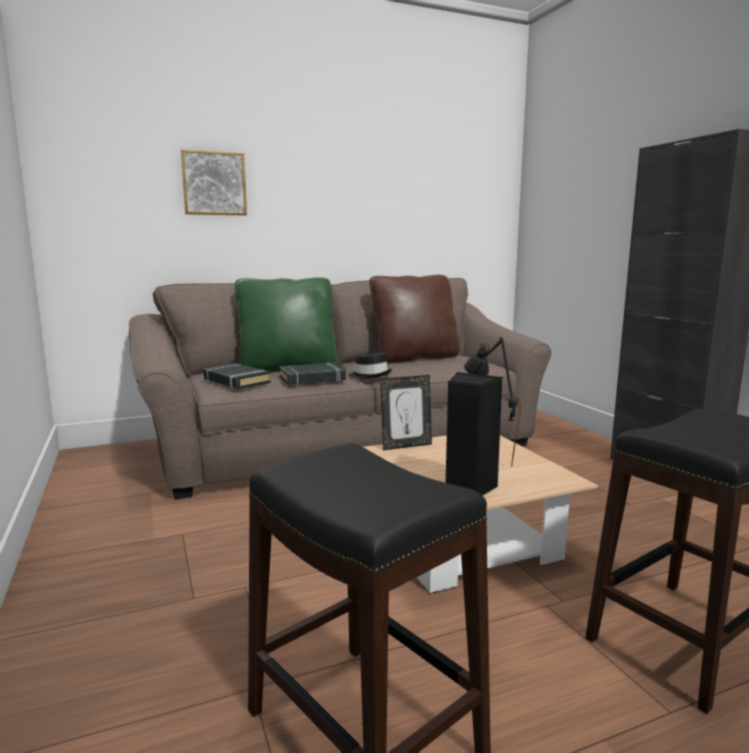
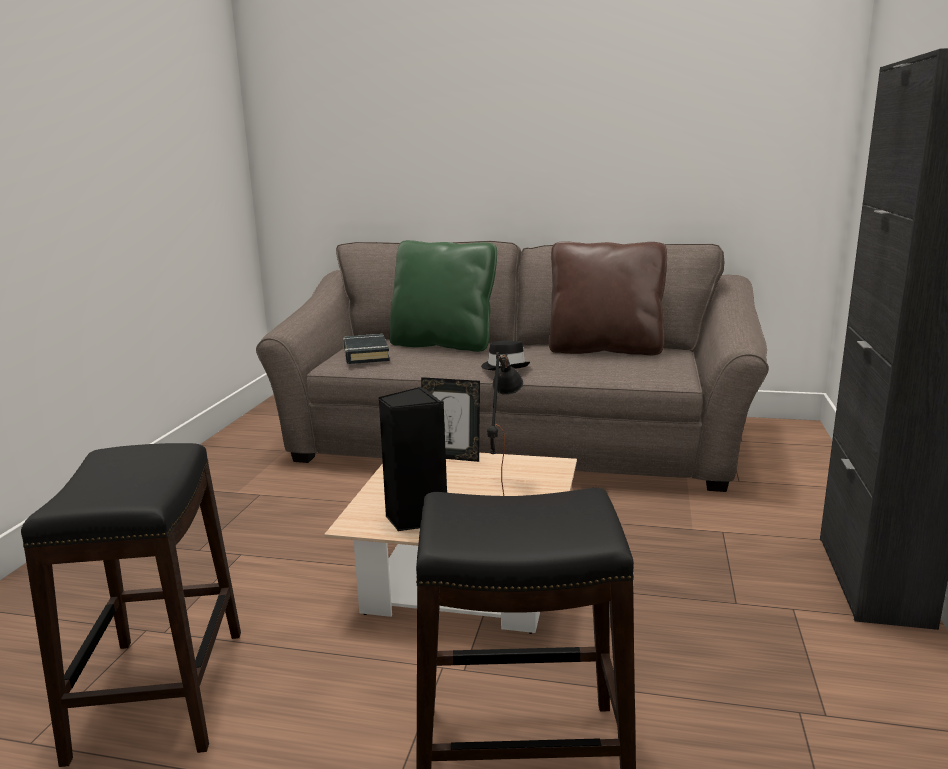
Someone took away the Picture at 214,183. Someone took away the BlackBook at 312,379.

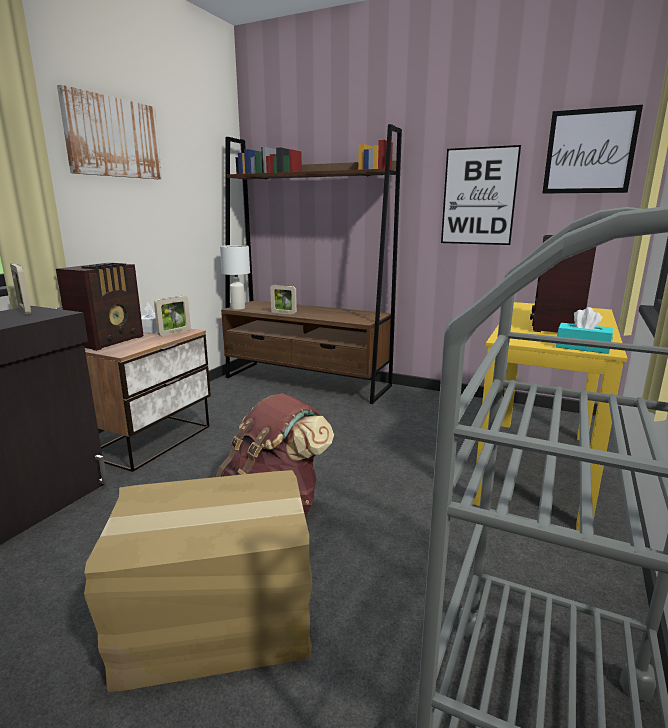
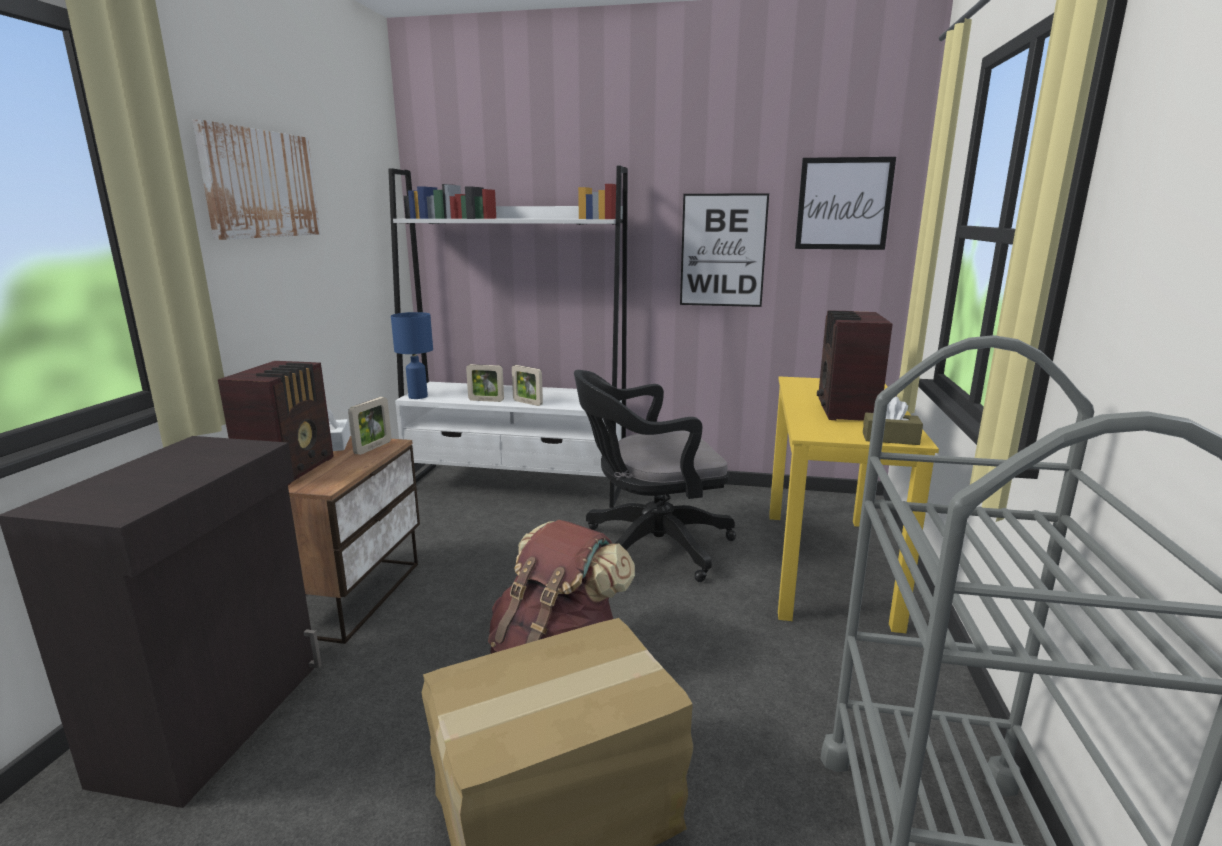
Someone repainted the BrownBookcase at 307,382, which became the WhiteBookcase at 517,485. Someone repainted the WhiteTableLamp at 238,308, which became the BlueTableLamp at 418,396. Someone carried the PictureFrame from 25,311 to 527,403. Someone repainted the TurquoiseTissueBox at 582,347, which became the BrownTissueBox at 890,439. Someone put down the BlackOfficeChair at 649,546.

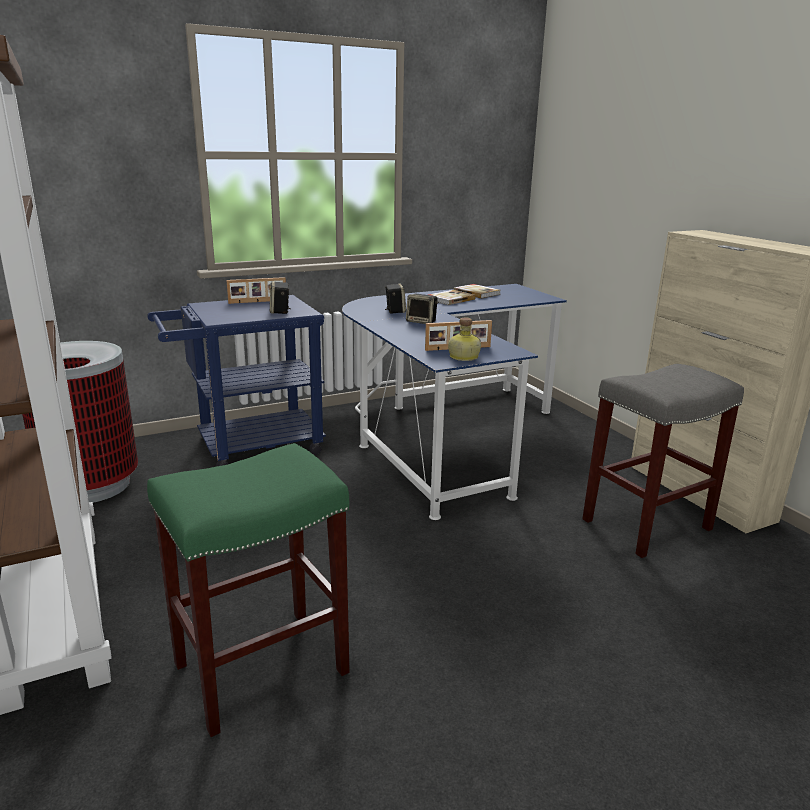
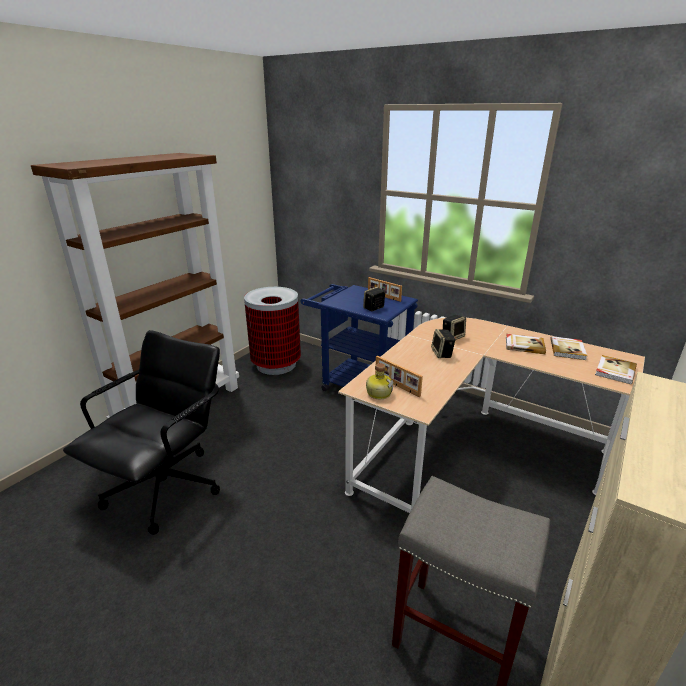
Someone repainted the BlueDesk at 443,435, which became the BeigeDesk at 469,450. Someone swapped the GreenStool at 263,666 for the BlackOfficeChair at 166,488. Someone put down the Book at 614,371.

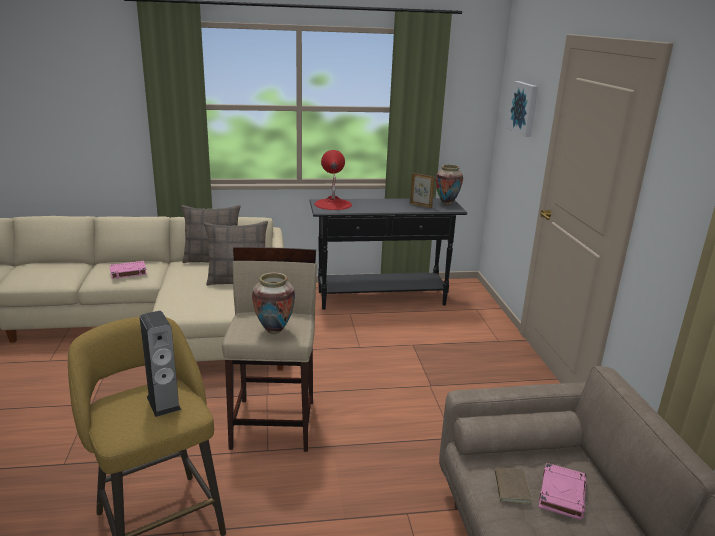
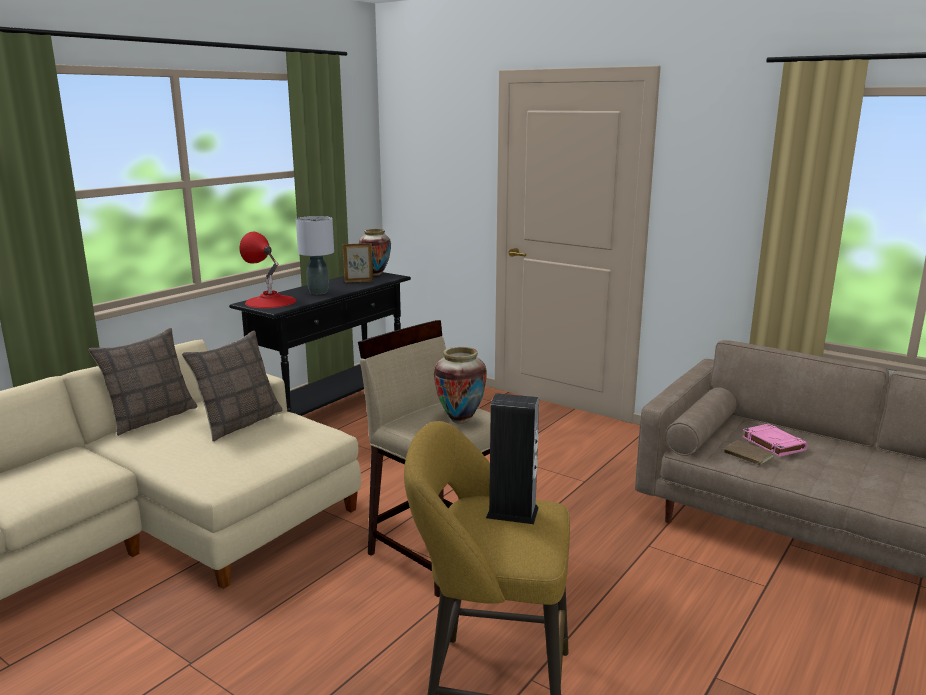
Someone took away the Picture at 524,108. Someone took away the PinkBook at 127,272. Someone put down the GreyTableLamp at 318,292.

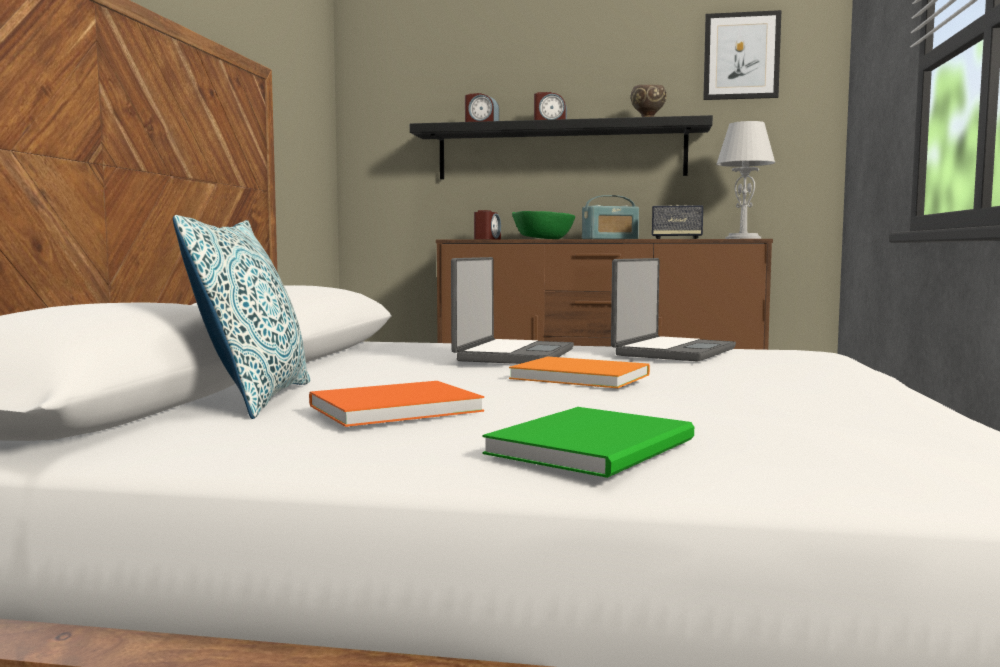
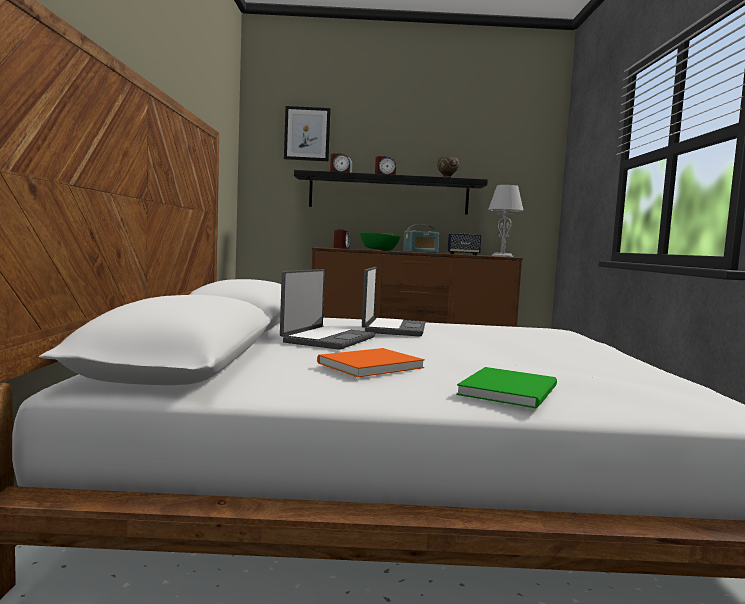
Someone carried the Picture from 741,56 to 307,134. Someone took away the Pillow at 255,398. Someone carried the Laptop from 672,351 to 327,339. Someone took away the OrangeBook at 578,376.

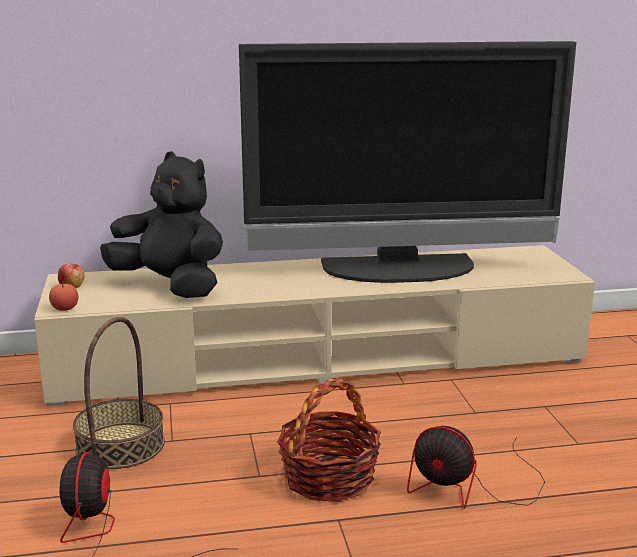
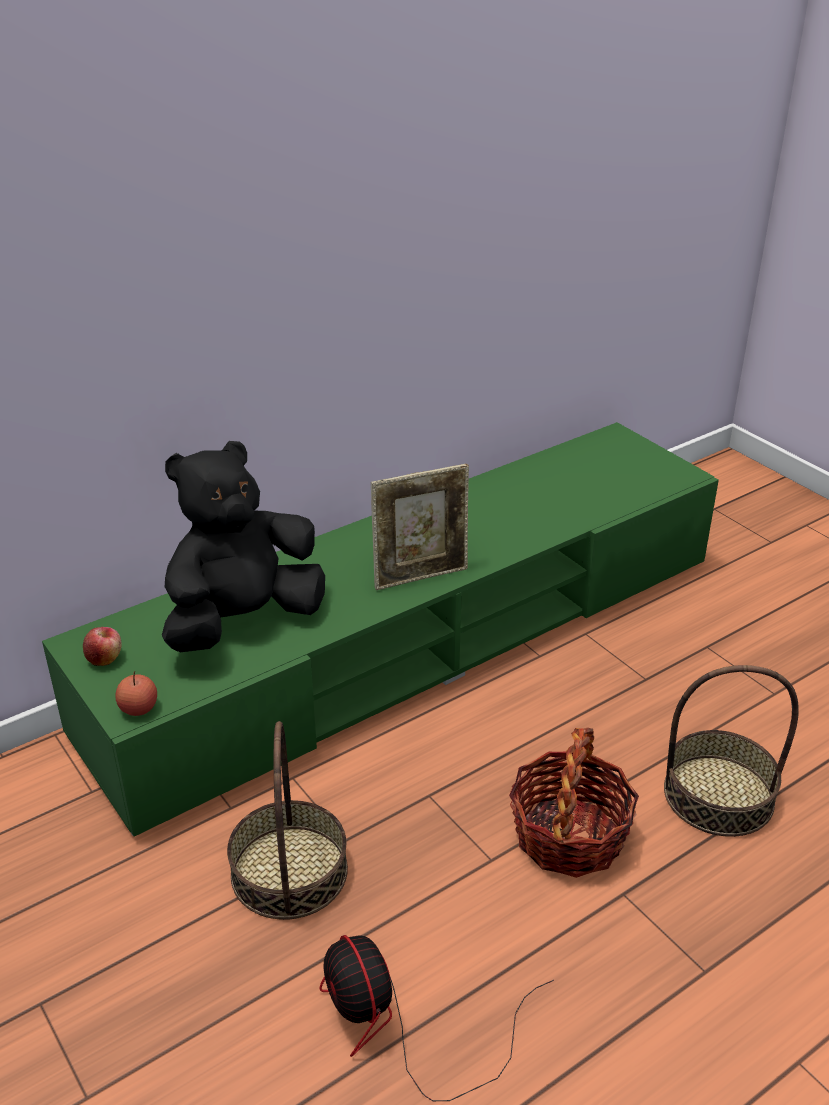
Someone took away the Television at 399,270. Someone rotated the BlackPlushToy at 171,286 by 45 degrees counterclockwise. Someone repainted the BeigeTvStand at 319,359, which became the GreenTvStand at 415,643. Someone swapped the Fan at 470,487 for the Basket at 718,795. Someone put down the PictureFrame at 421,576.

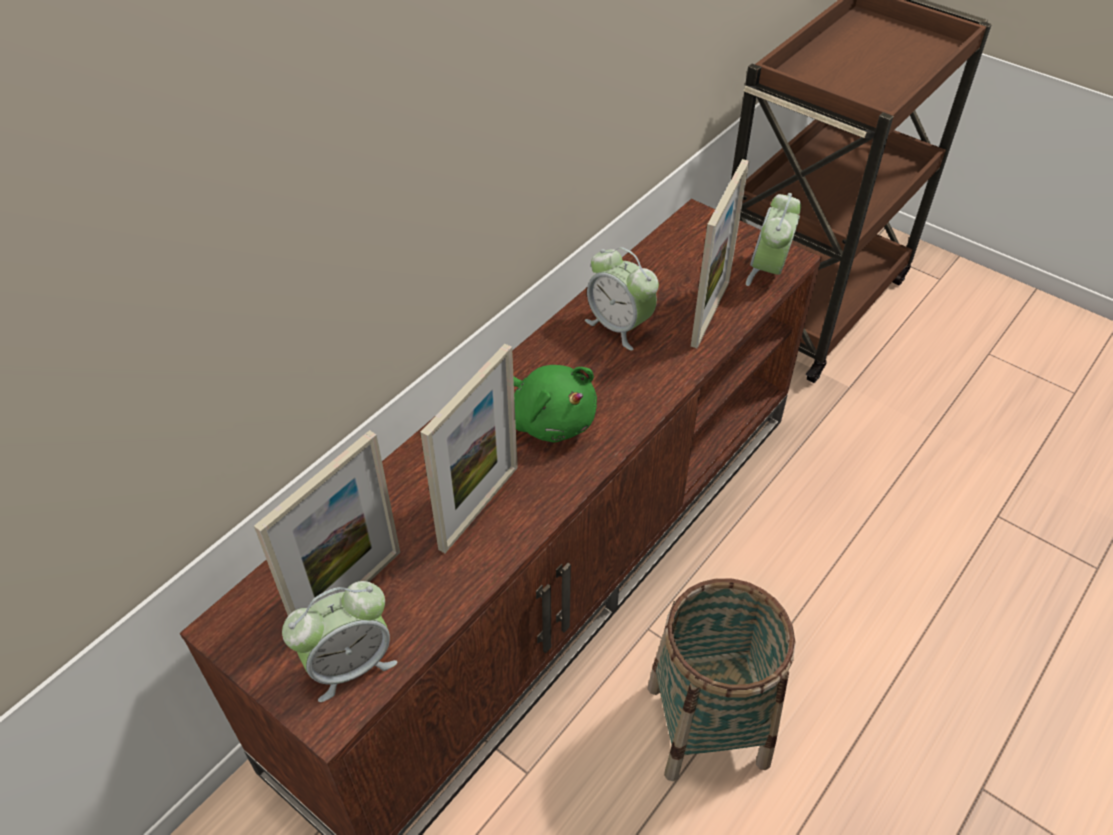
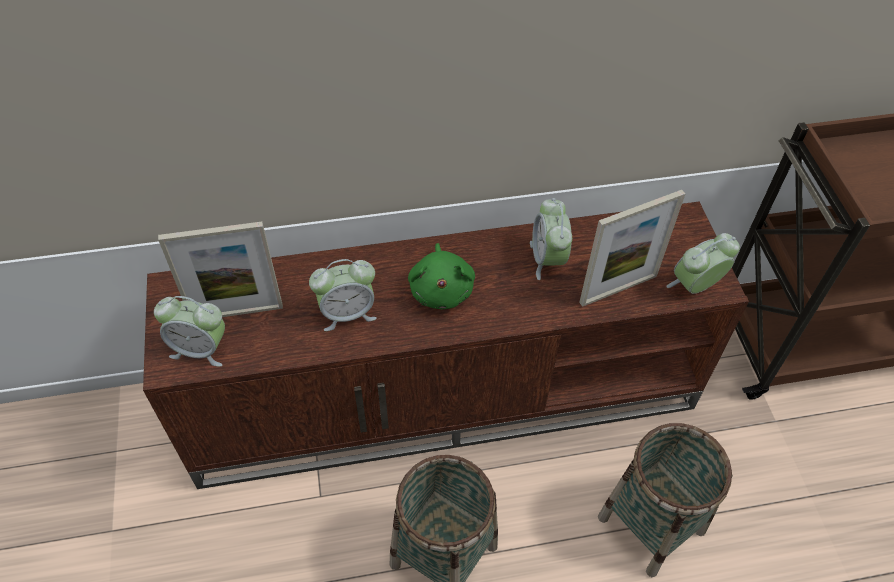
Someone swapped the PictureFrame at 479,507 for the AlarmClock at 347,313. Someone put down the Basket at 651,524.

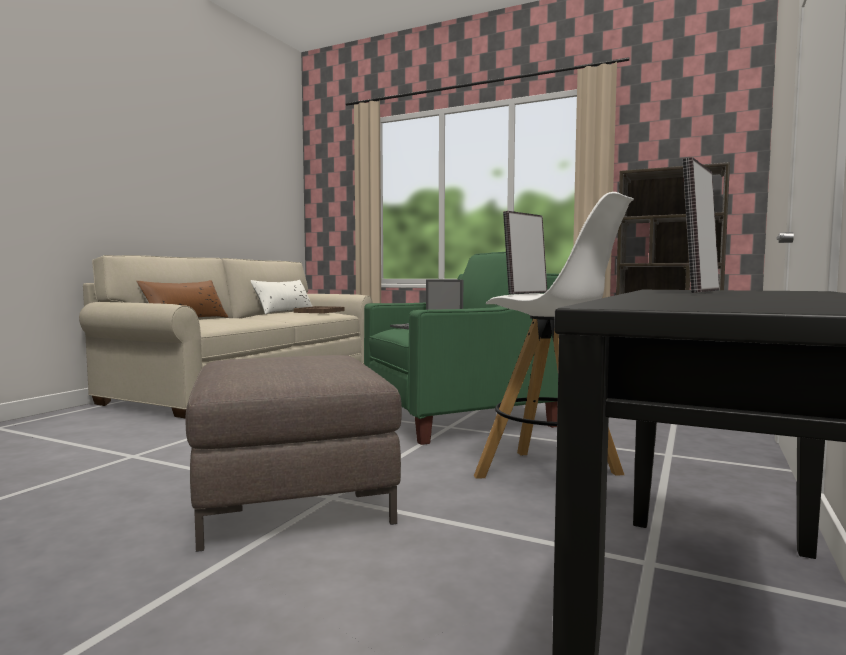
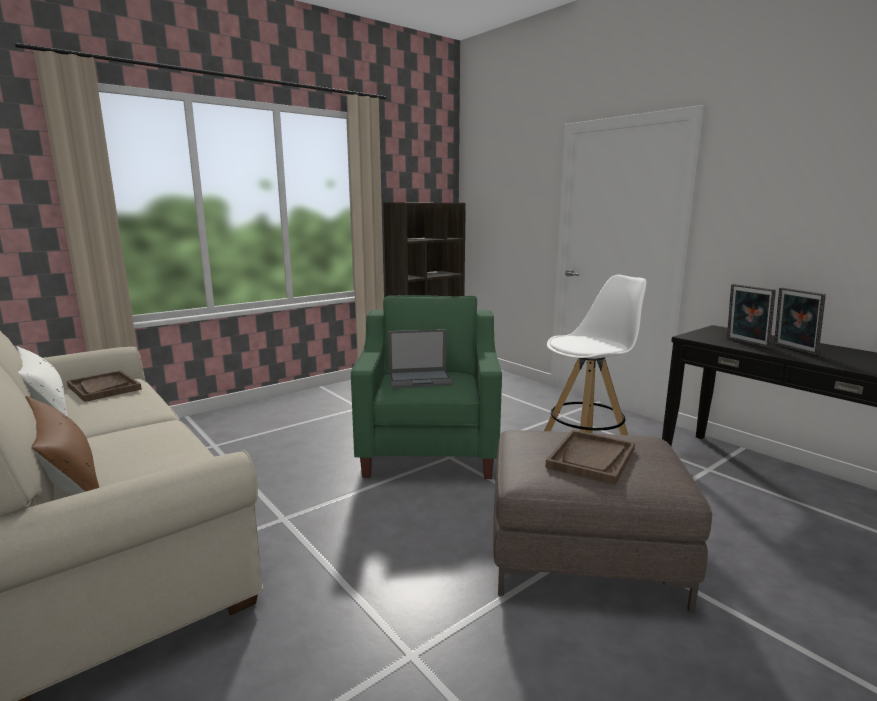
Someone carried the PictureFrame from 525,293 to 793,349. Someone put down the BrownTray at 591,458.

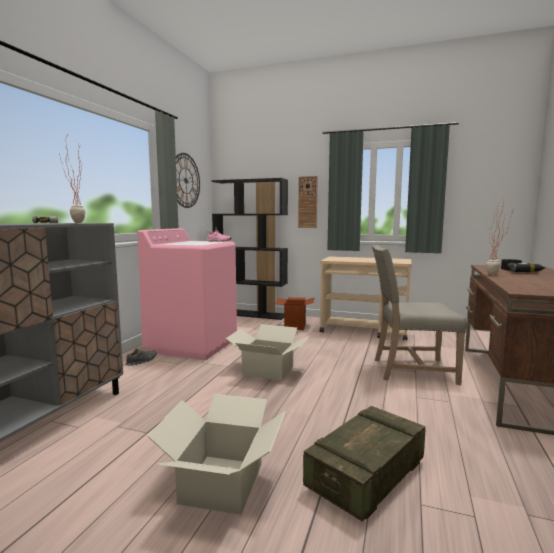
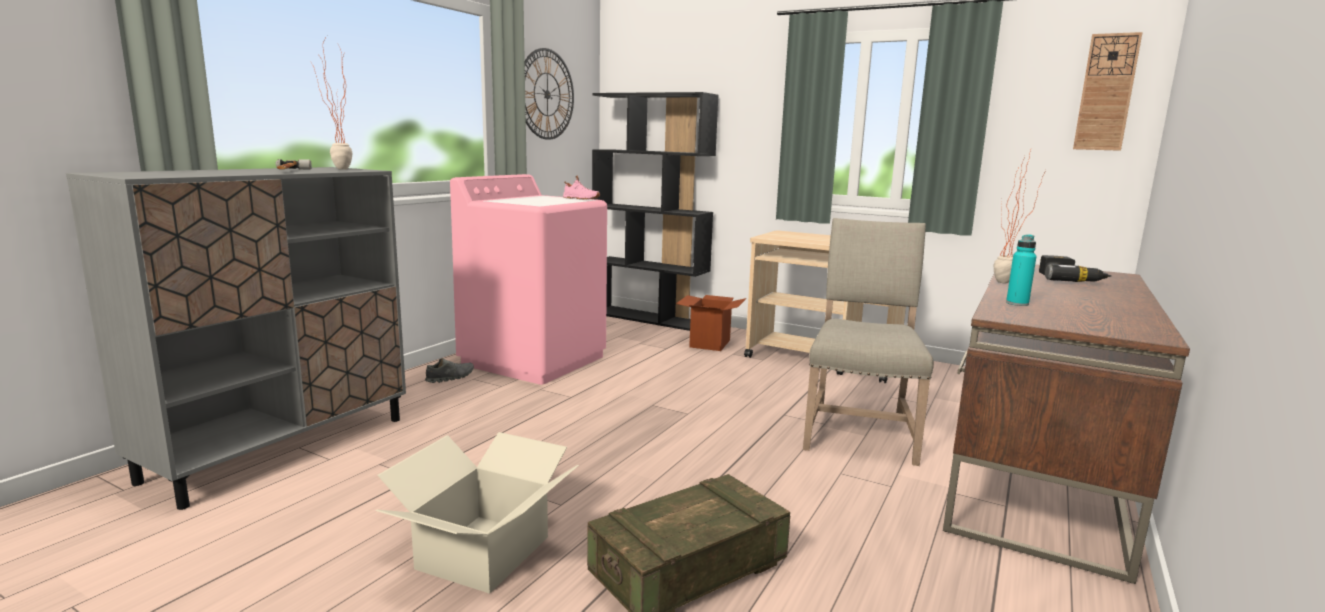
Someone carried the WallClock from 307,202 to 1106,92. Someone rotated the BeigeChair at 410,370 by 90 degrees clockwise. Someone took away the CardboardBox at 268,370. Someone put down the TurquoiseBottle at 1017,303.

